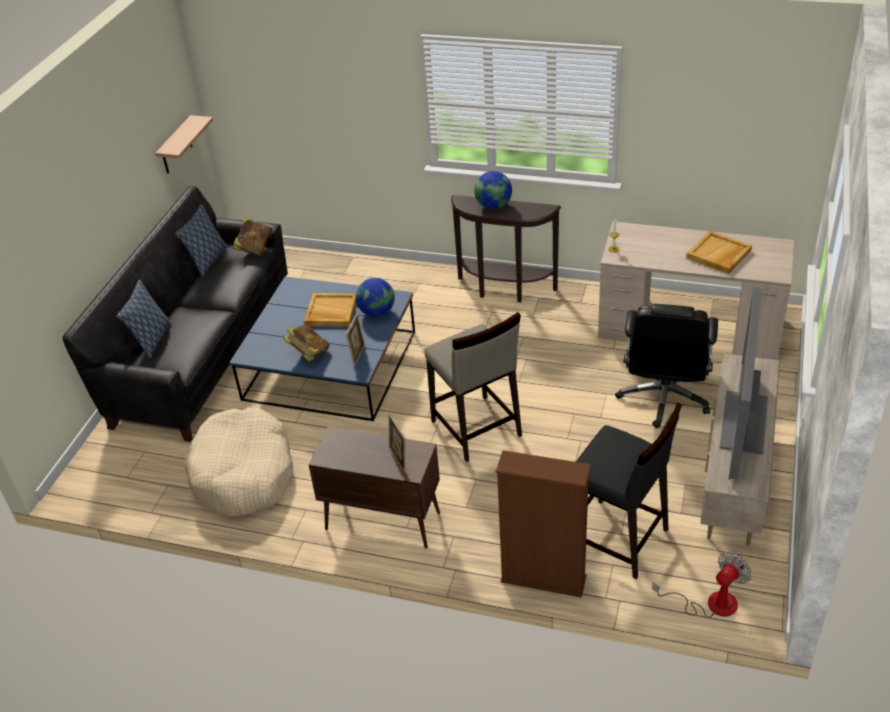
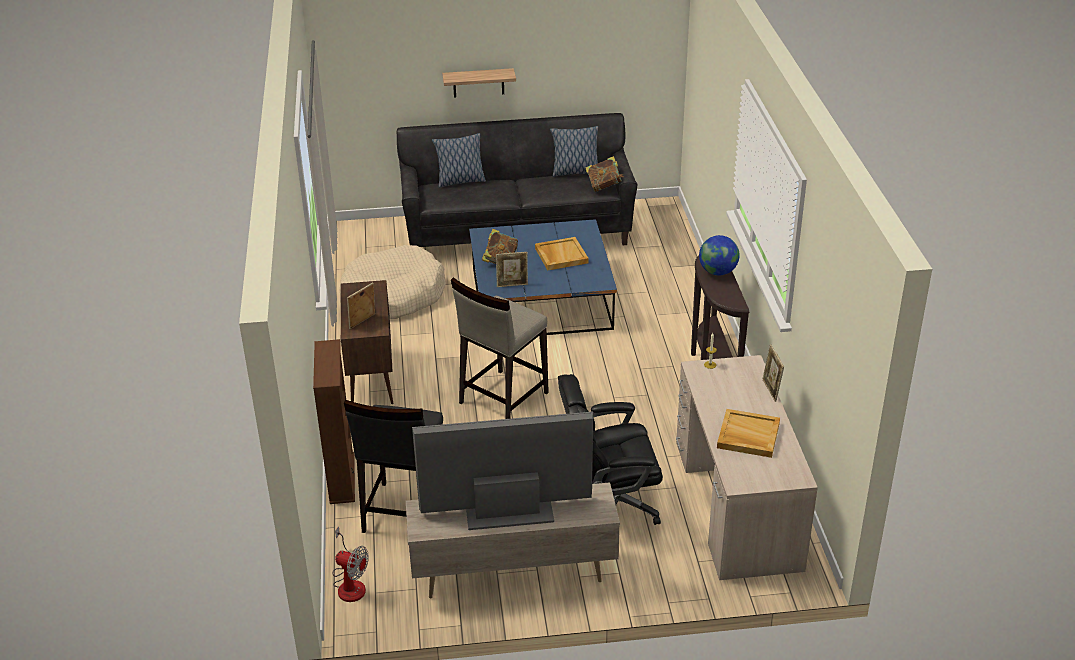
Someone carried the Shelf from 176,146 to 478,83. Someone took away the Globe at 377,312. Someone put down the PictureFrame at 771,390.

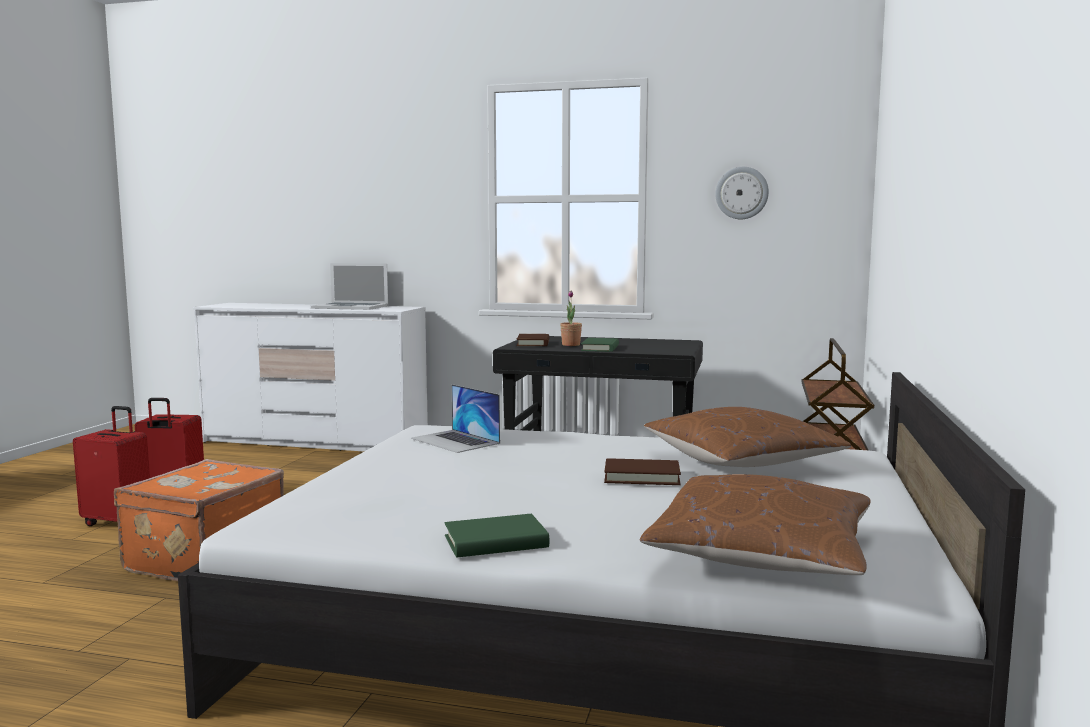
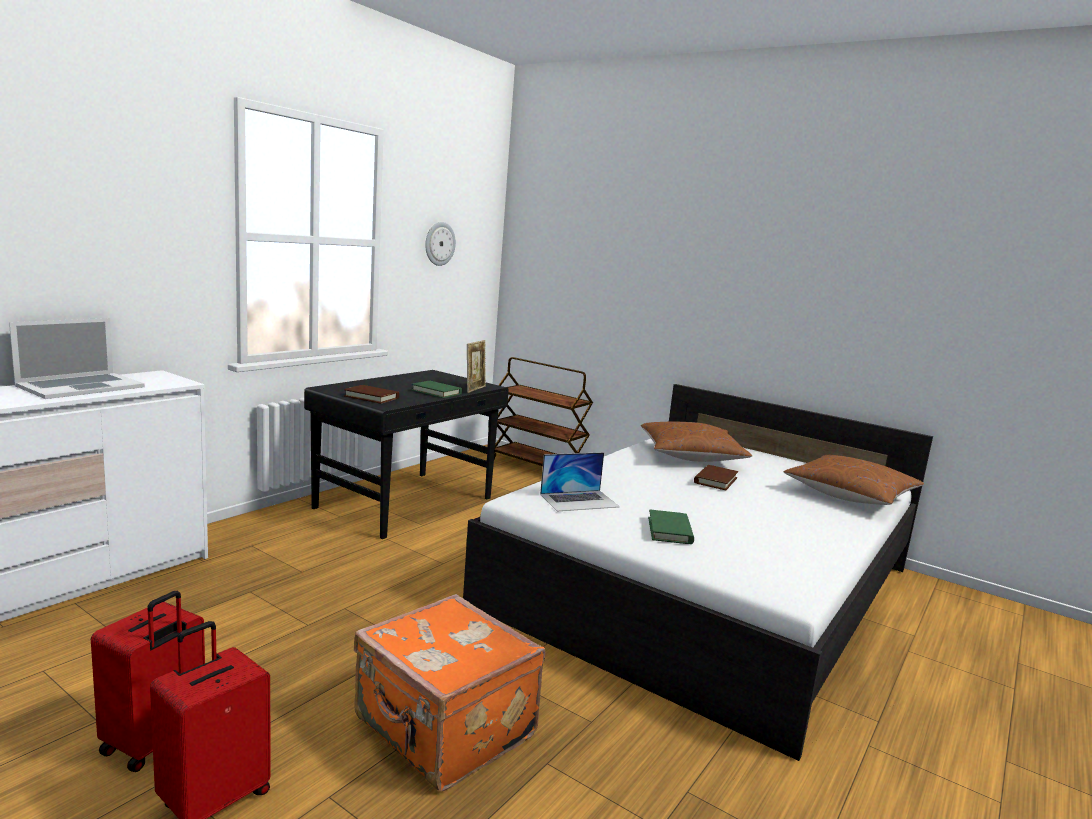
Someone took away the PottedPlant at 571,345. Someone carried the GreenBook from 496,542 to 670,530. Someone put down the PictureFrame at 475,389.

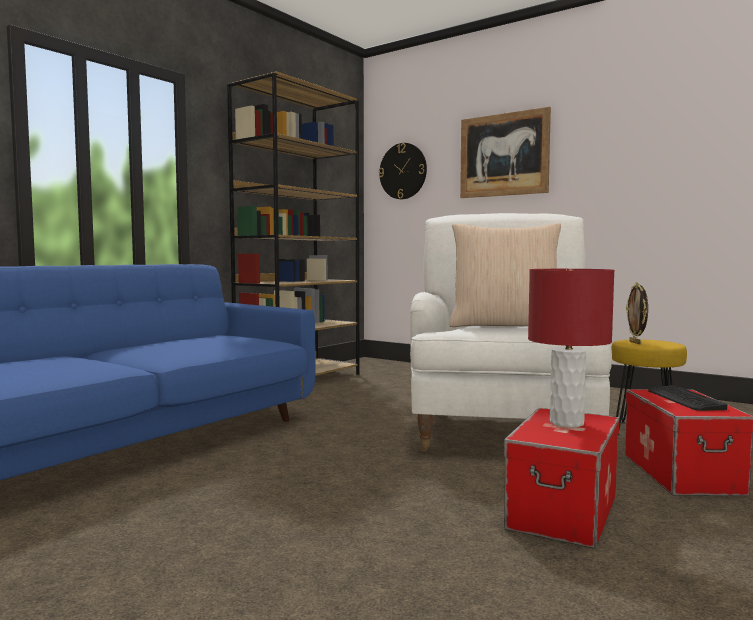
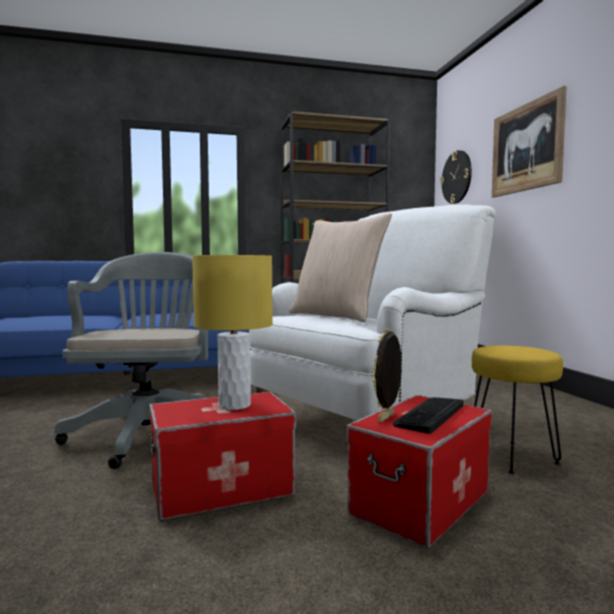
Someone repainted the RedTableLamp at 566,423, which became the YellowTableLamp at 234,405. Someone carried the PictureFrame from 636,343 to 387,418. Someone put down the GreyOfficeChair at 149,432.

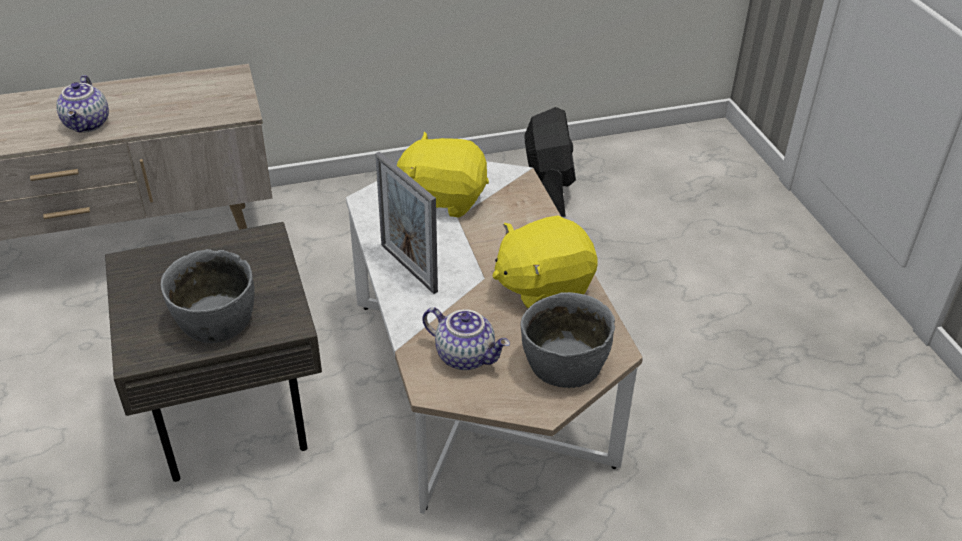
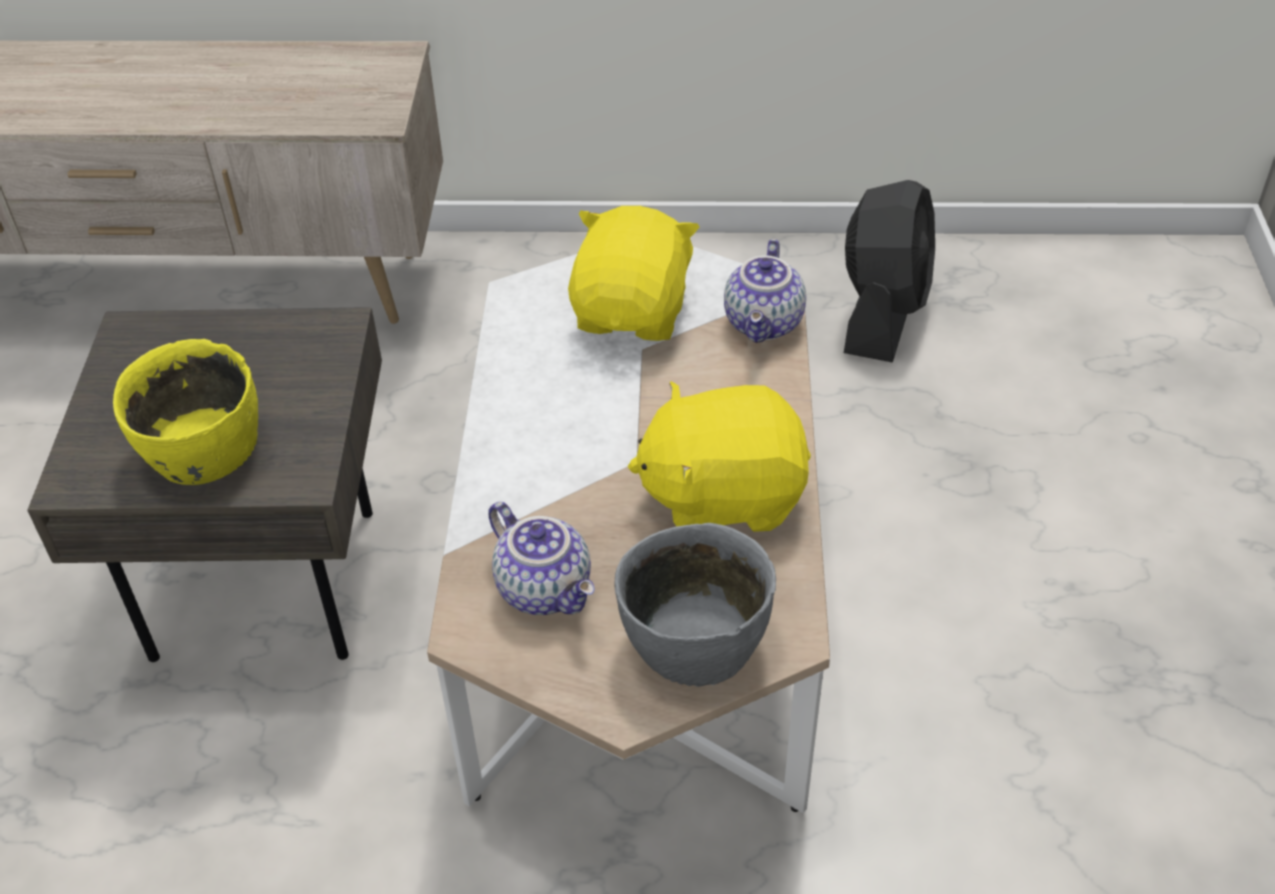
Someone carried the Teapot from 88,124 to 765,324. Someone rotated the YellowPlushToy at 443,199 by 75 degrees clockwise. Someone took away the PictureFrame at 408,268. Someone repainted the GreyBowl at 215,321, which became the YellowBowl at 201,450.

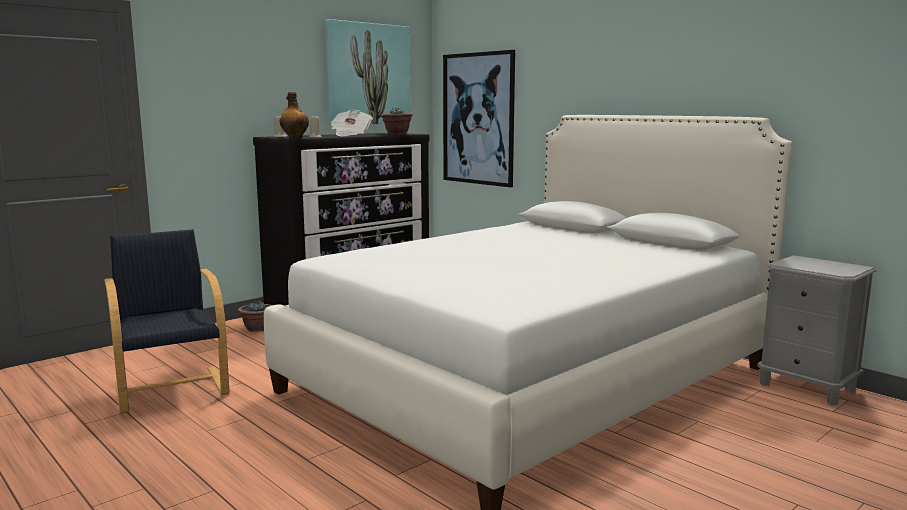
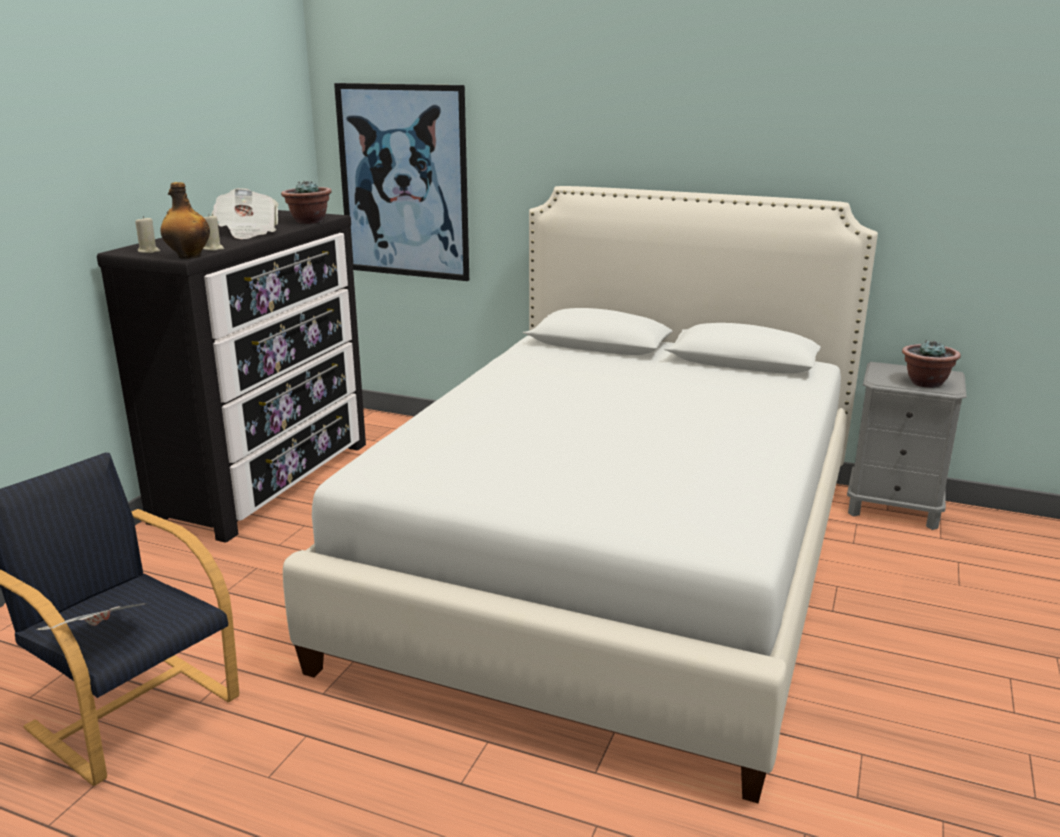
Someone took away the Picture at 367,74. Someone carried the PottedPlant from 257,329 to 925,383. Someone put down the Newspaper at 99,638.

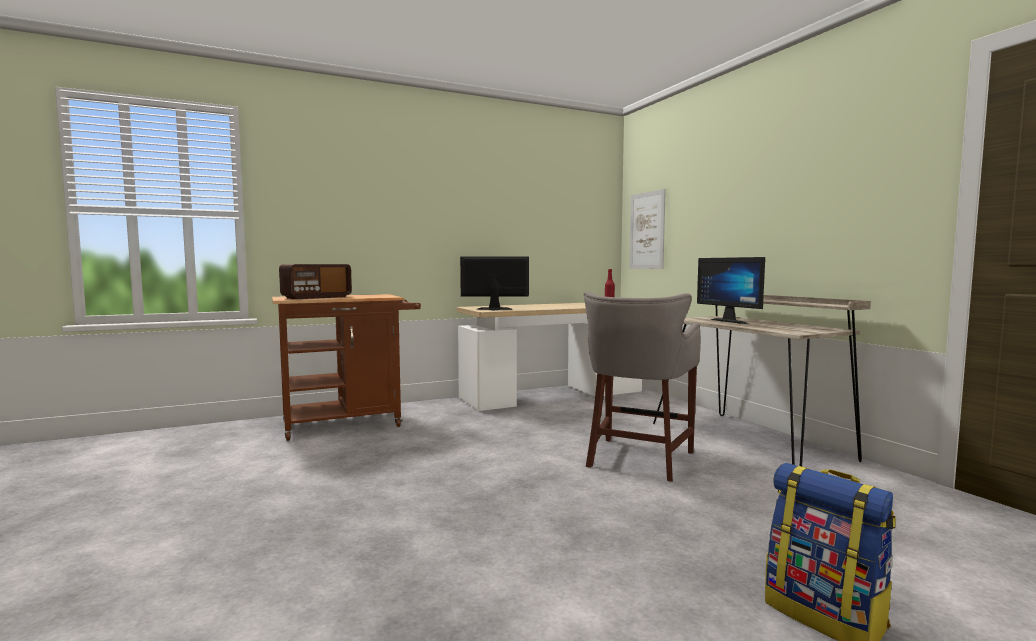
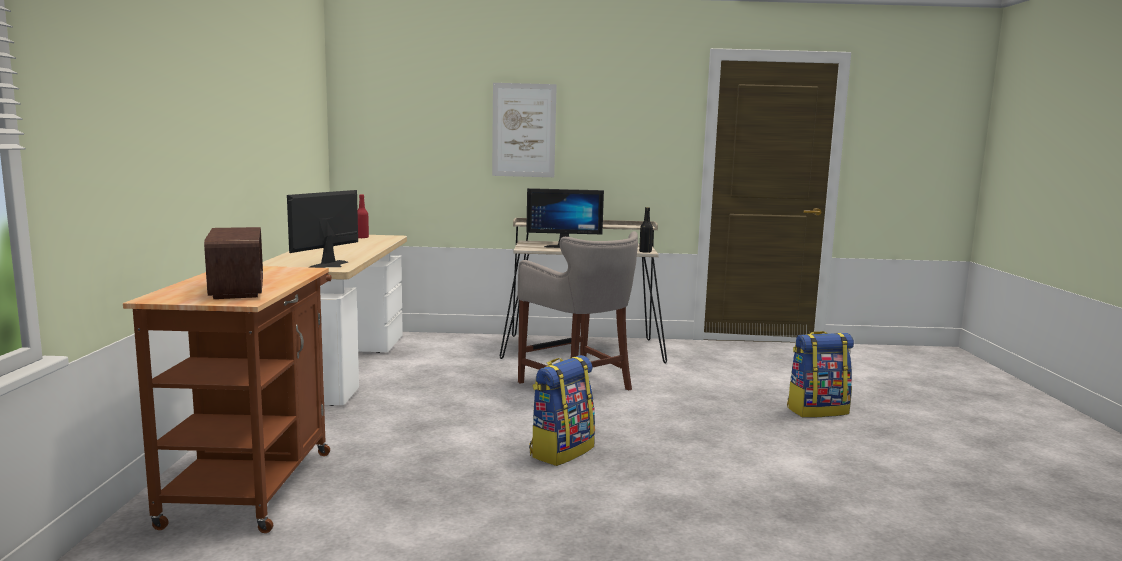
Someone carried the Picture from 647,230 to 524,130. Someone put down the BlackBottle at 645,252. Someone put down the Backpack at 561,451.

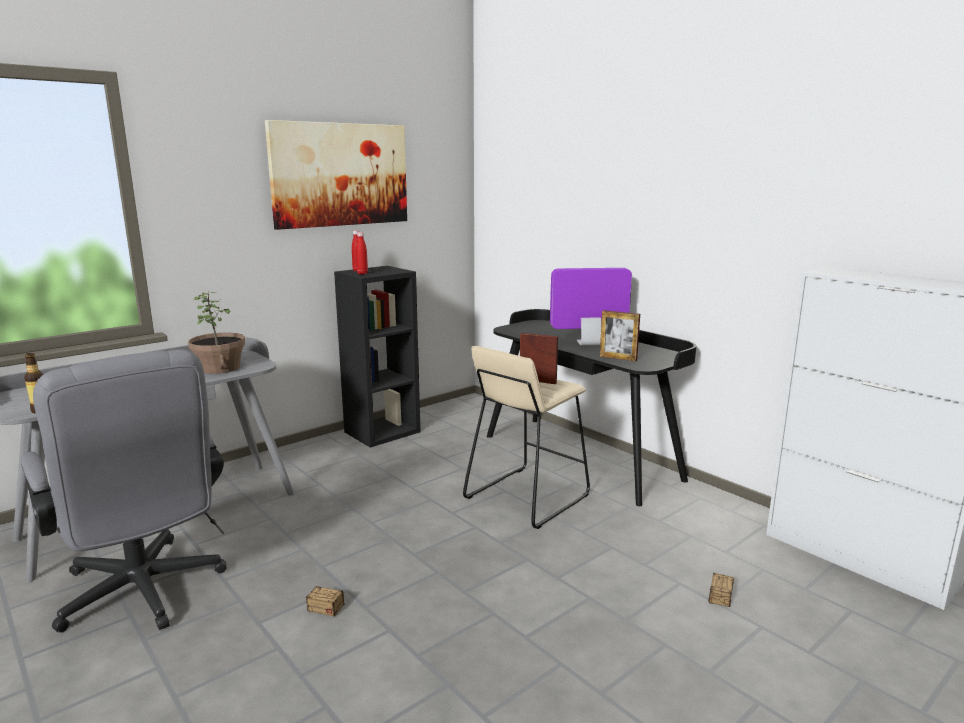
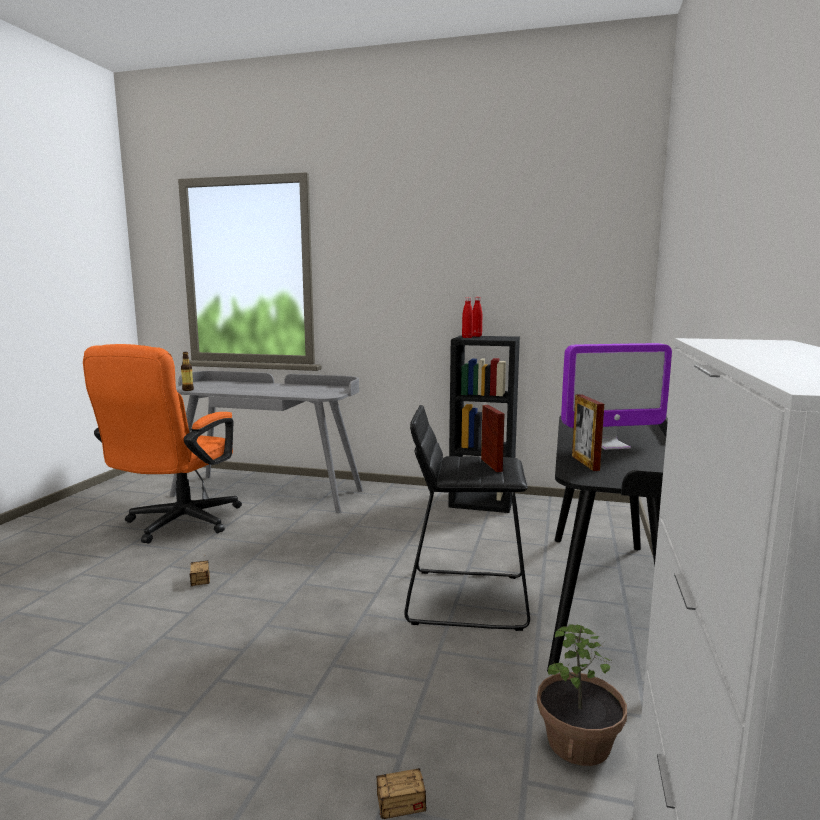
Someone took away the Picture at 340,175. Someone rotated the Monitor at 588,343 by 120 degrees clockwise. Someone carried the PottedPlant from 220,368 to 579,743. Someone repainted the BeigeStool at 526,496, which became the BlackStool at 467,598. Someone repainted the GreyOfficeChair at 144,595, which became the OrangeOfficeChair at 176,525.

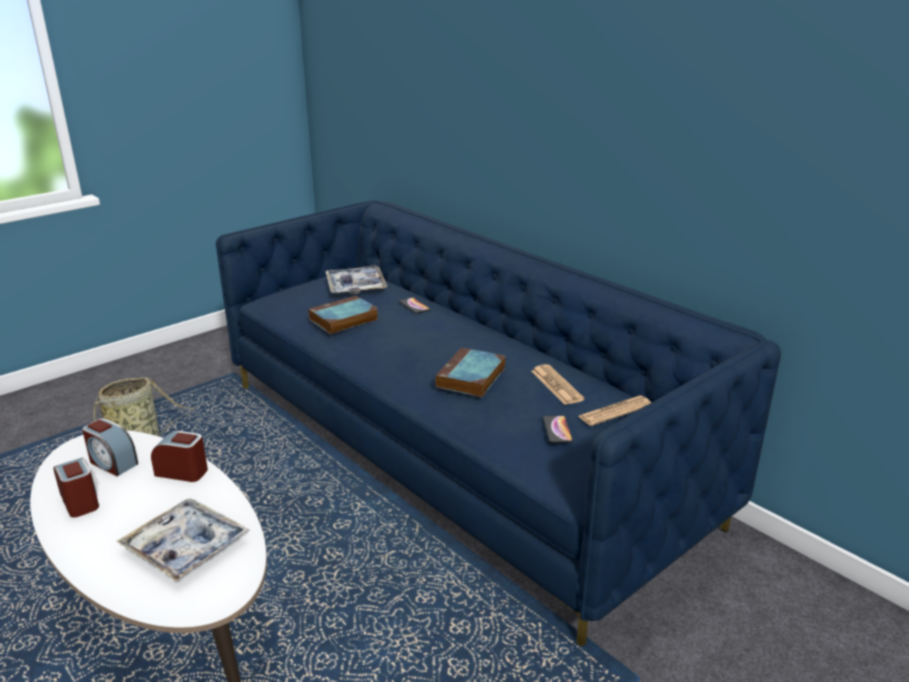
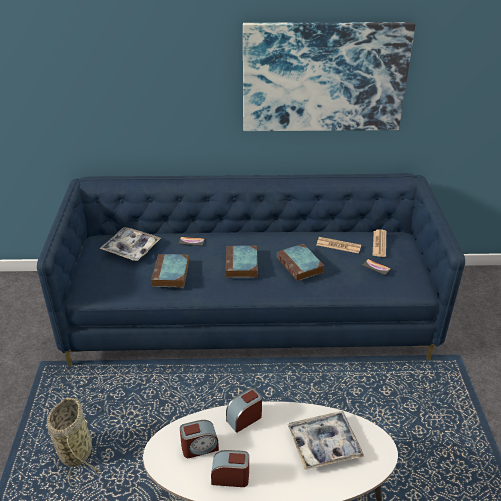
Someone put up the Picture at 324,77. Someone put down the Book at 242,265.

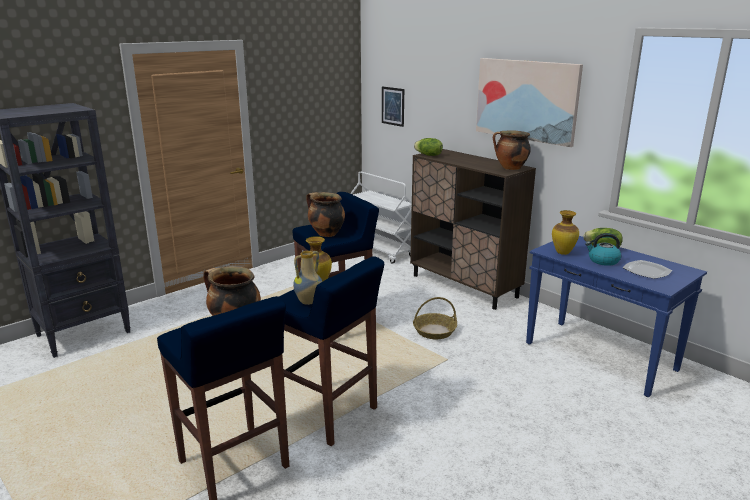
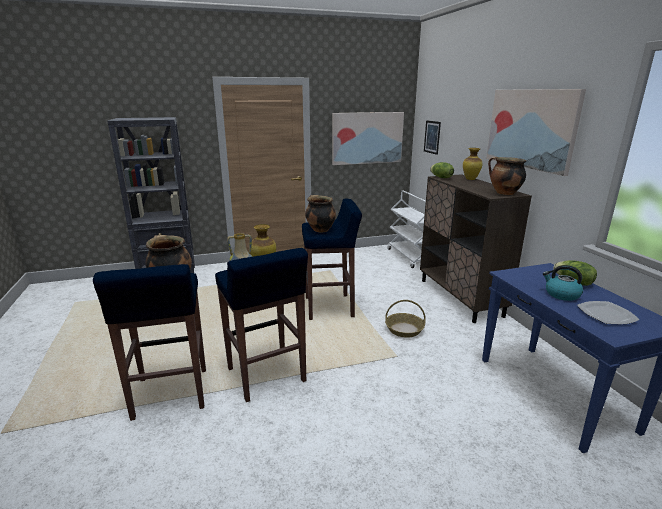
Someone carried the Vase from 563,253 to 470,179. Someone put up the Picture at 367,138.

